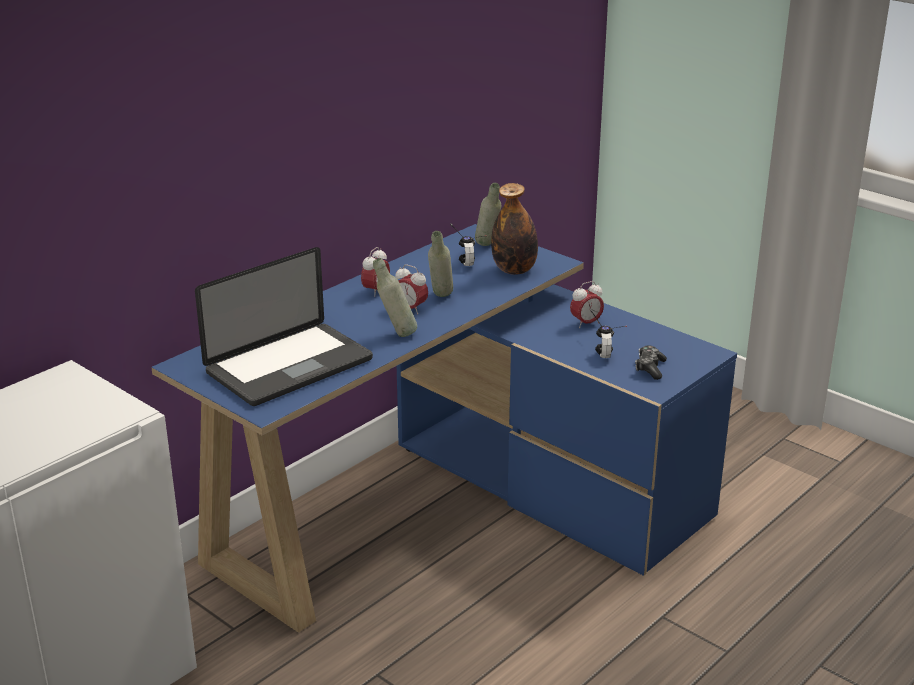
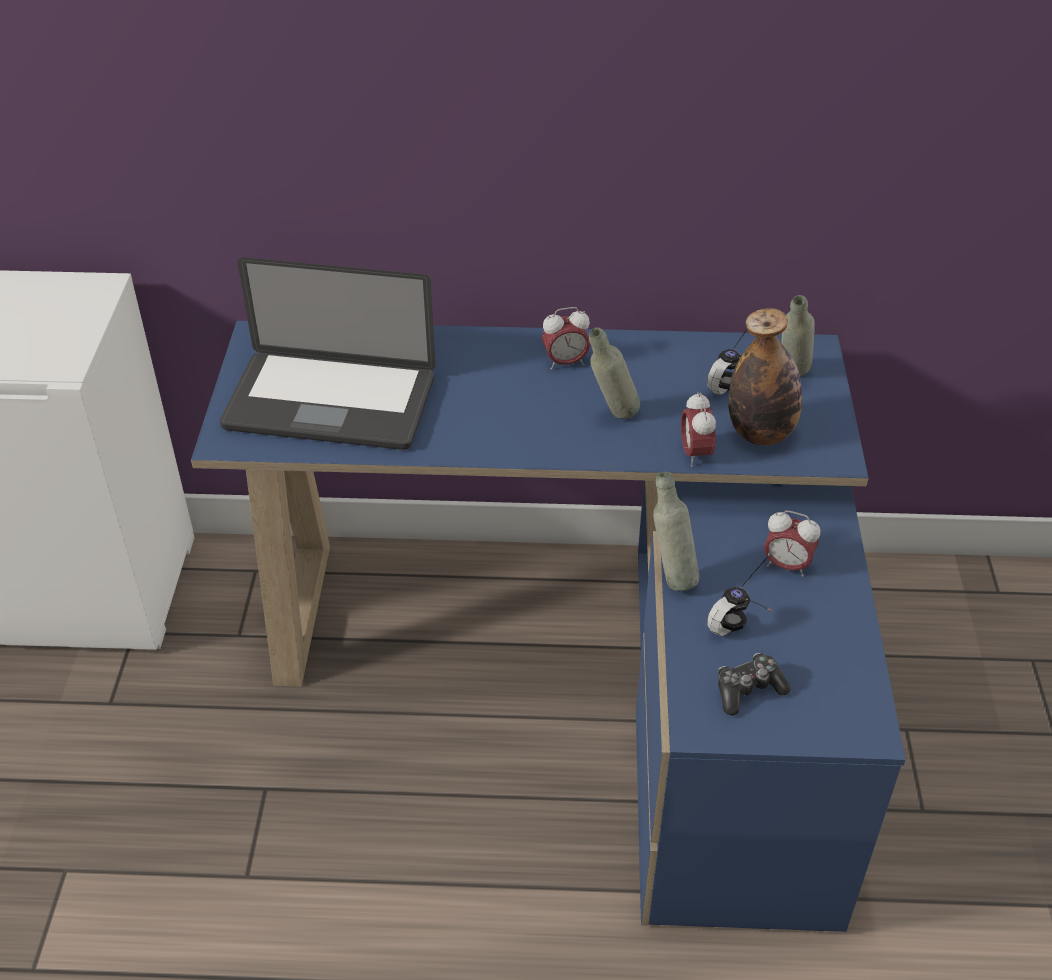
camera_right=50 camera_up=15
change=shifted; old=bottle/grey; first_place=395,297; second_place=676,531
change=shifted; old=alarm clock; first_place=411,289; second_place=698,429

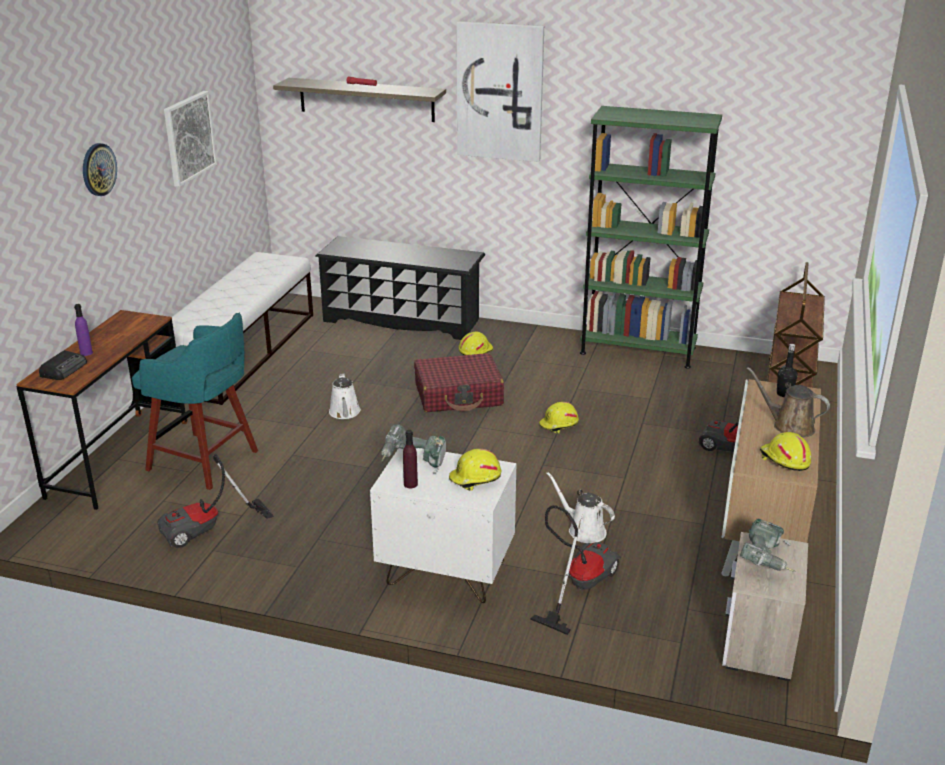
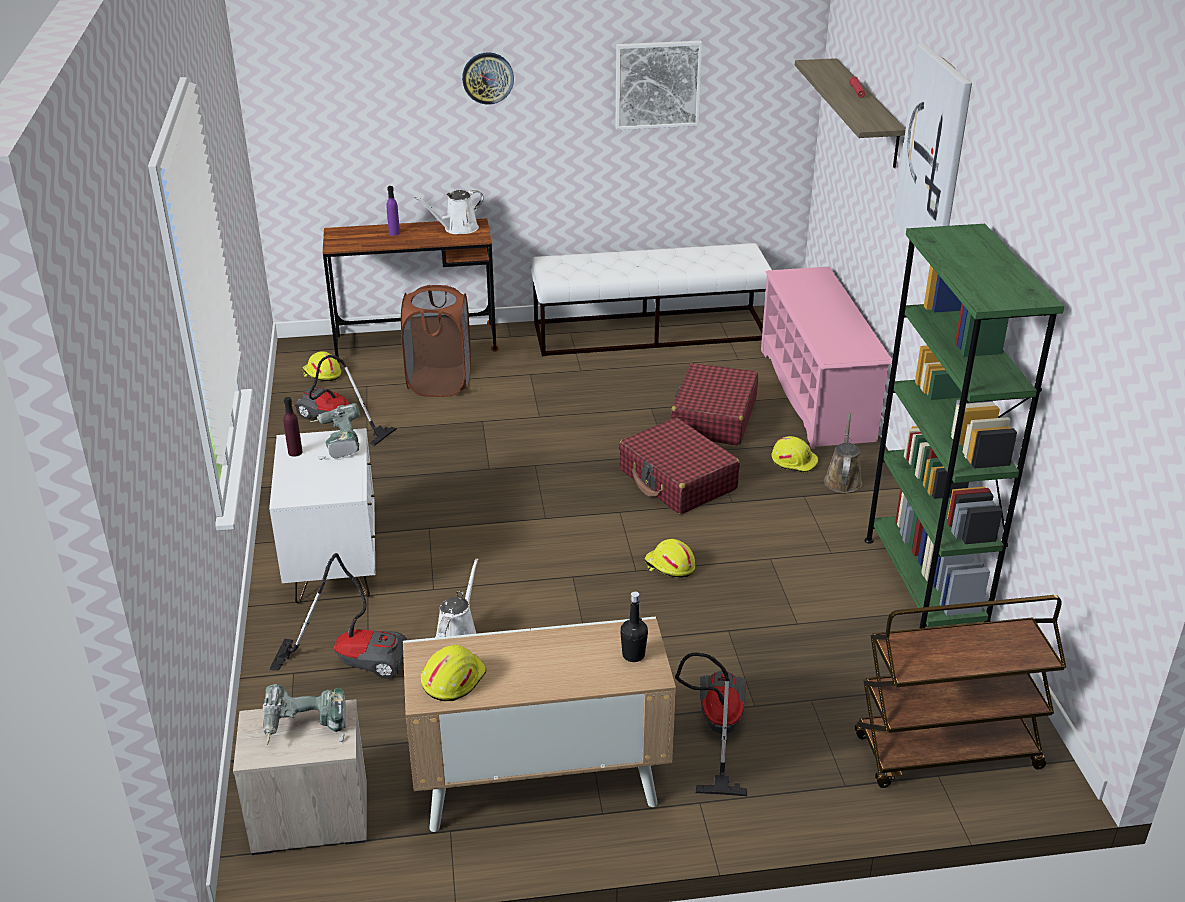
camera_right=65 camera_up=5
change=gone; old=radio; first_place=63,365
change=swapped; old=stool/turquoise; new=laundry basket/brown; first_place=195,401; second_place=436,341
change=repainted; old=shoe rack/black; new=shoe rack/pink; first_place=400,288; second_place=826,358
change=shifted; old=watering can/white; first_place=345,396; second_place=449,212
change=shifted; old=hard hat/yellow; first_place=475,470; second_place=321,366
change=shifted; old=watering can/brown; first_place=788,402; second_place=843,453
change=new; new=suitcase/red; second_place=714,404

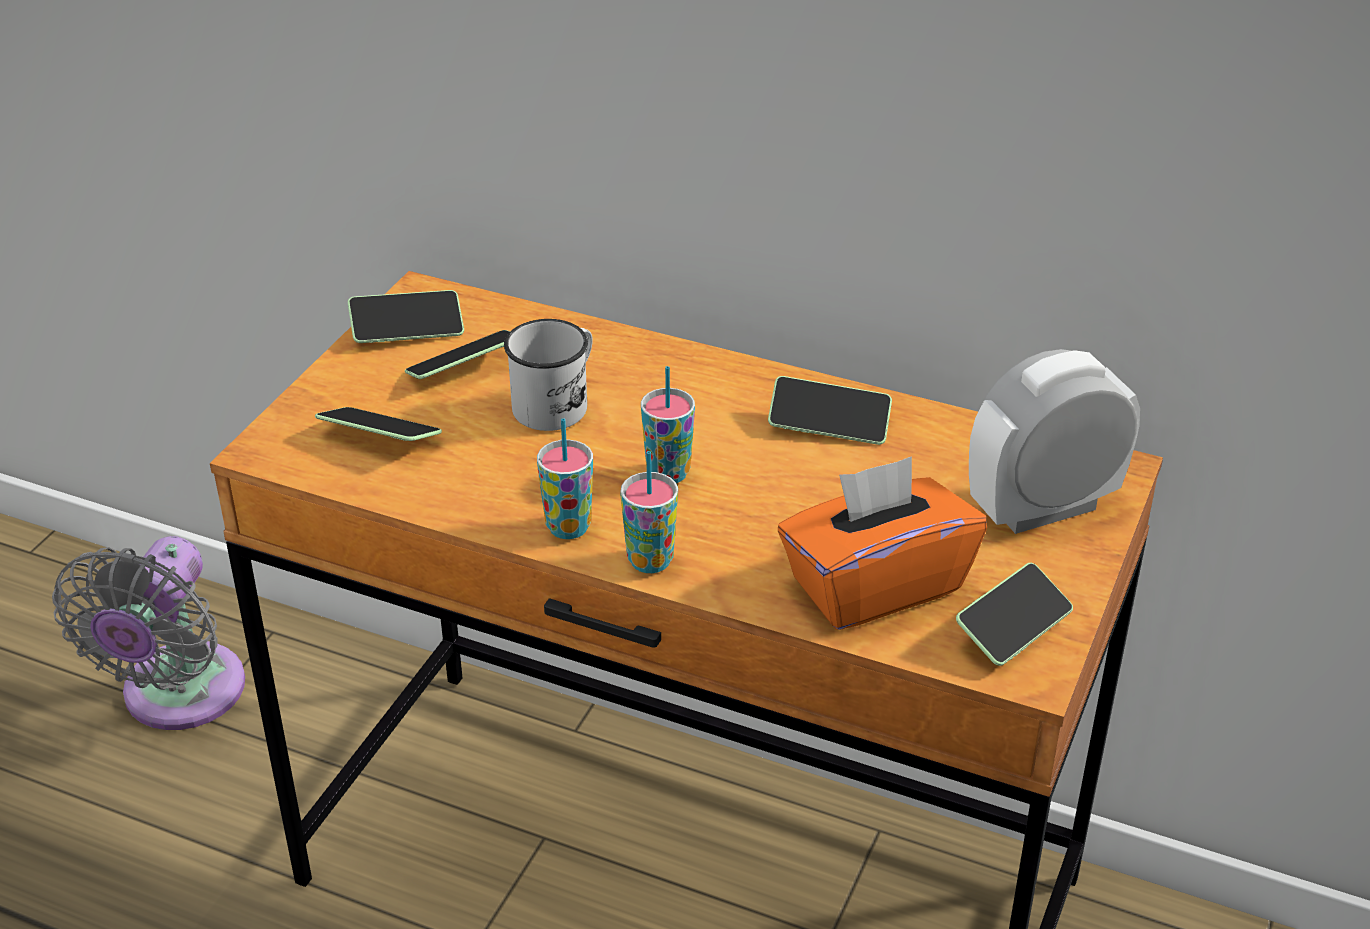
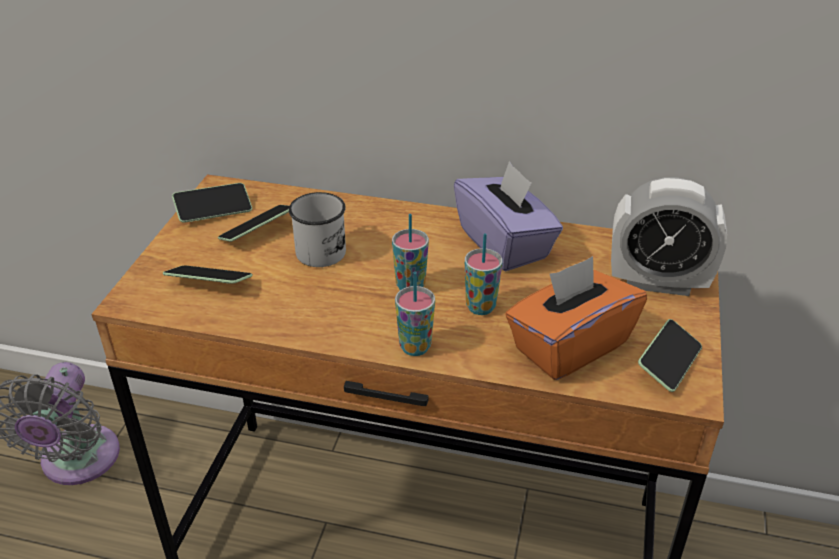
camera_right=-10 camera_up=0
change=shifted; old=cup; first_place=565,479; second_place=484,274
change=swapped; old=phone; new=tissue box/purple; first_place=830,410; second_place=508,216
change=rotated; old=alarm clock; first_place=1054,441; second_place=669,236; degrees=-135

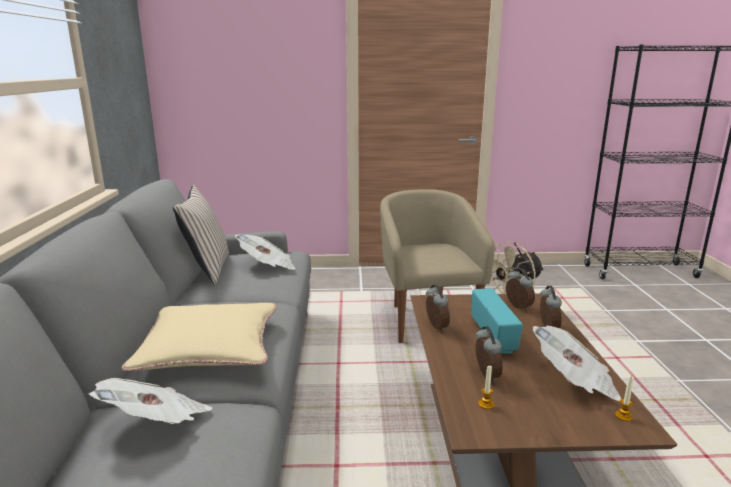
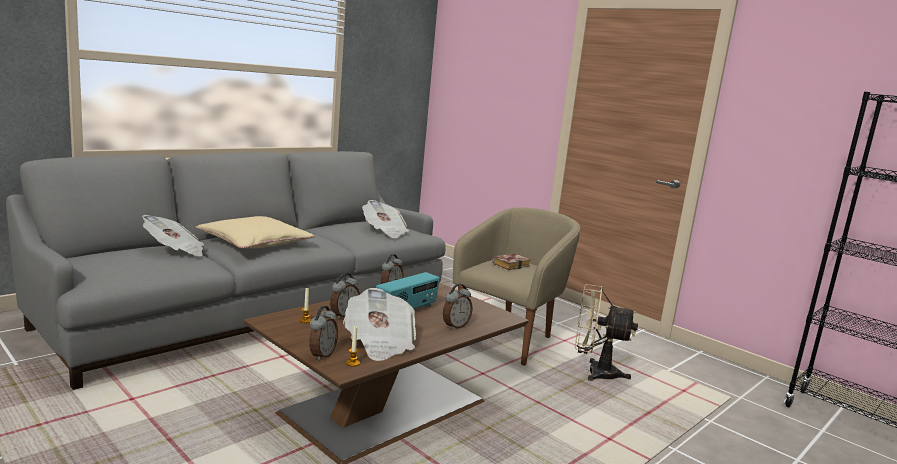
camera_right=45 camera_up=-5
change=gone; old=pillow/beige; first_place=201,235
change=shifted; old=alarm clock; first_place=520,289; second_place=323,333
change=new; new=book; second_place=511,261

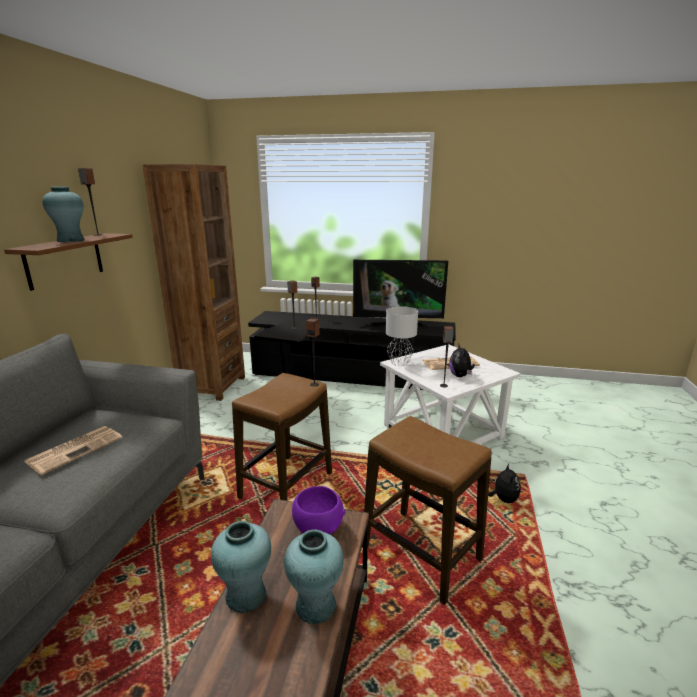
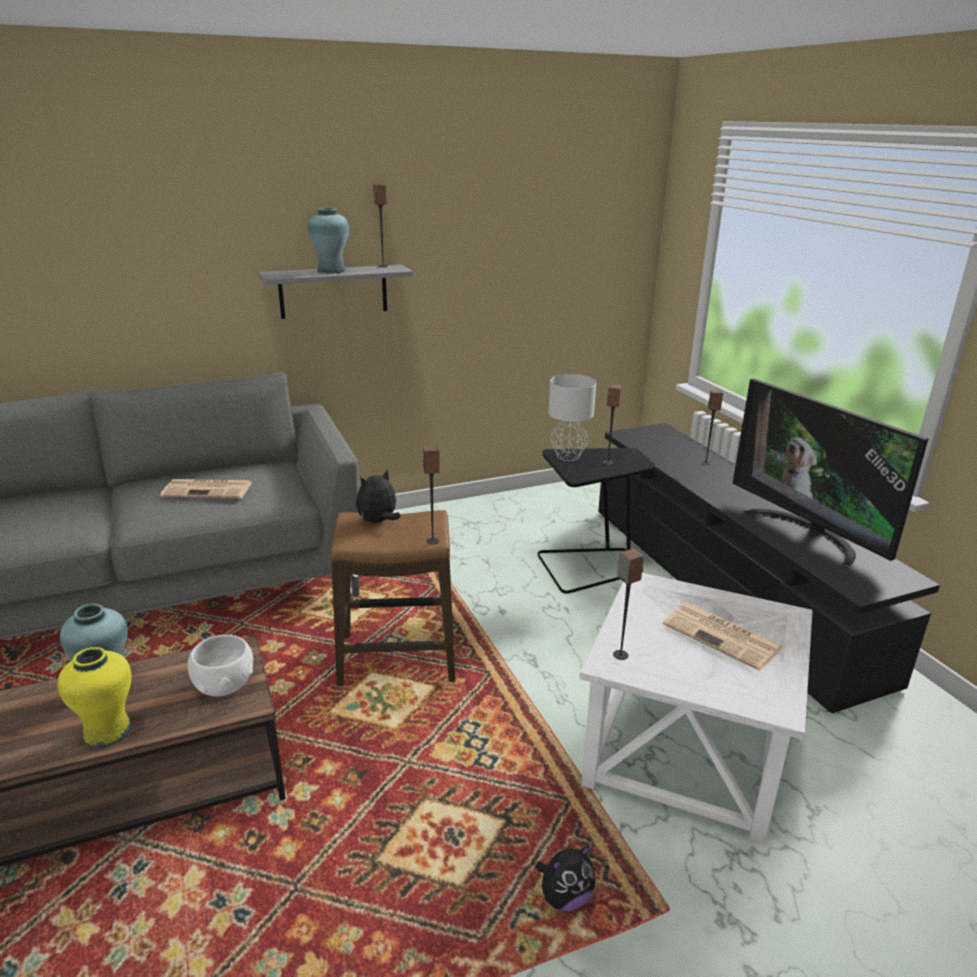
camera_right=55 camera_up=5
change=repainted; old=shelf/brown; new=shelf/grey; first_place=68,262; second_place=335,291
change=gone; old=bookcase/brown; first_place=193,282
change=repainted; old=vase/turquoise; new=vase/yellow; first_place=314,576; second_place=94,697
change=repainted; old=bowl/purple; new=bowl/white; first_place=318,510; second_place=220,666
change=gone; old=stool; first_place=427,510
change=shifted; old=table lamp/grey; first_place=402,336; second_place=572,417
change=shifted; old=plush toy; first_place=462,360; second_place=378,496

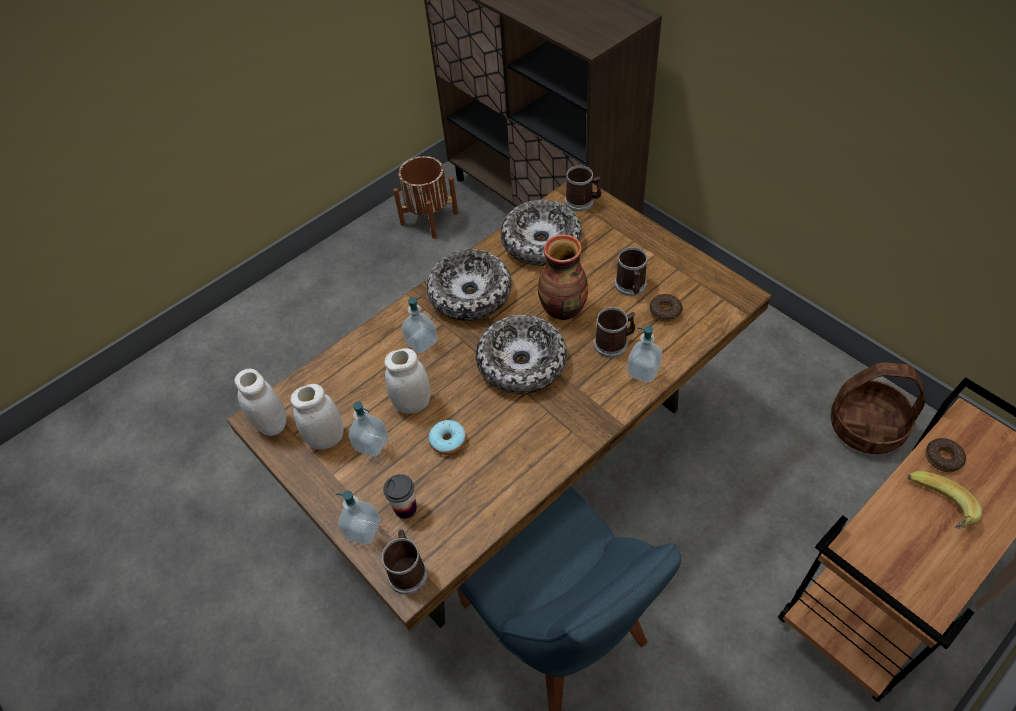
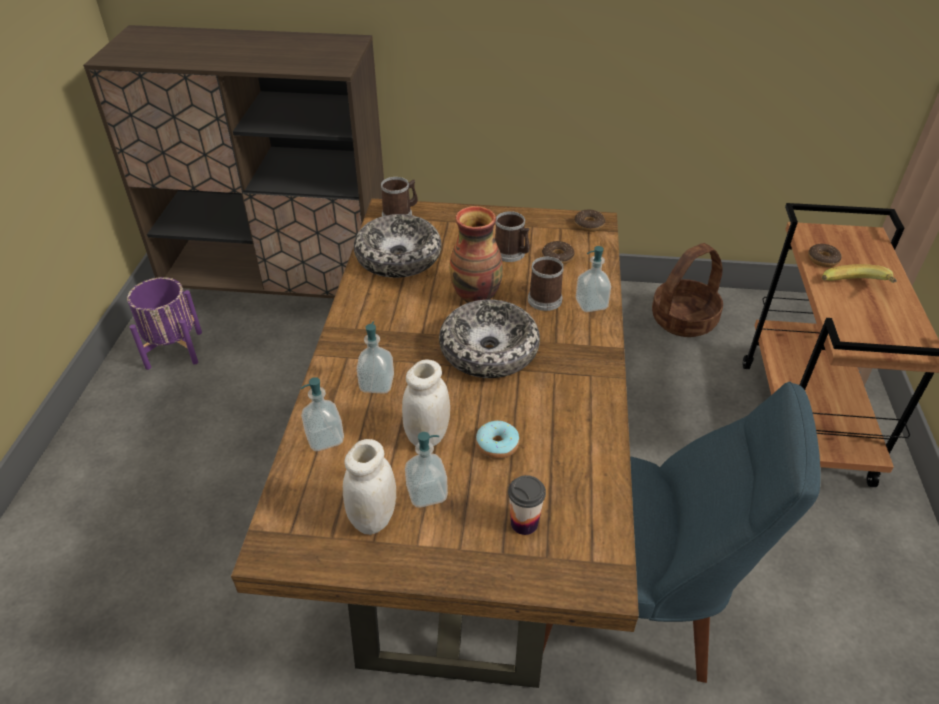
camera_right=-45 camera_up=-10
change=gone; old=jar/white; first_place=260,402
change=shifted; old=soap dispenser; first_place=358,518; second_place=322,414
change=gone; old=mug; first_place=404,562
change=repainted; old=planter/brown; new=planter/purple; first_place=425,197; second_place=164,323
change=gone; old=bowl; first_place=469,285
change=new; new=donut; second_place=589,221

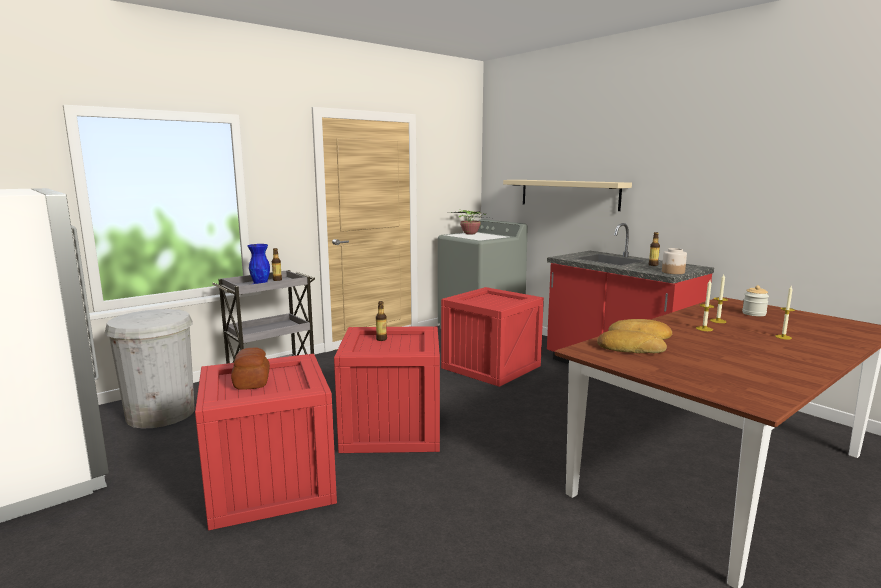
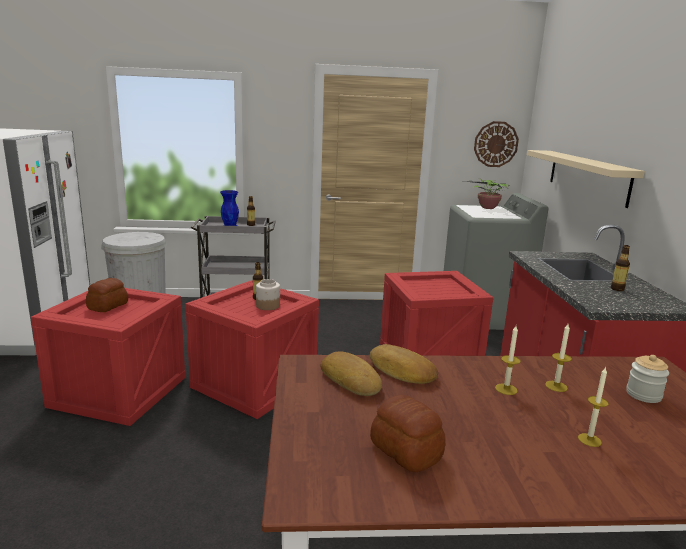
camera_right=35 camera_up=5
change=shifted; old=jar; first_place=674,261; second_place=268,294
change=new; new=bread; second_place=408,433
change=new; new=wall clock; second_place=496,144

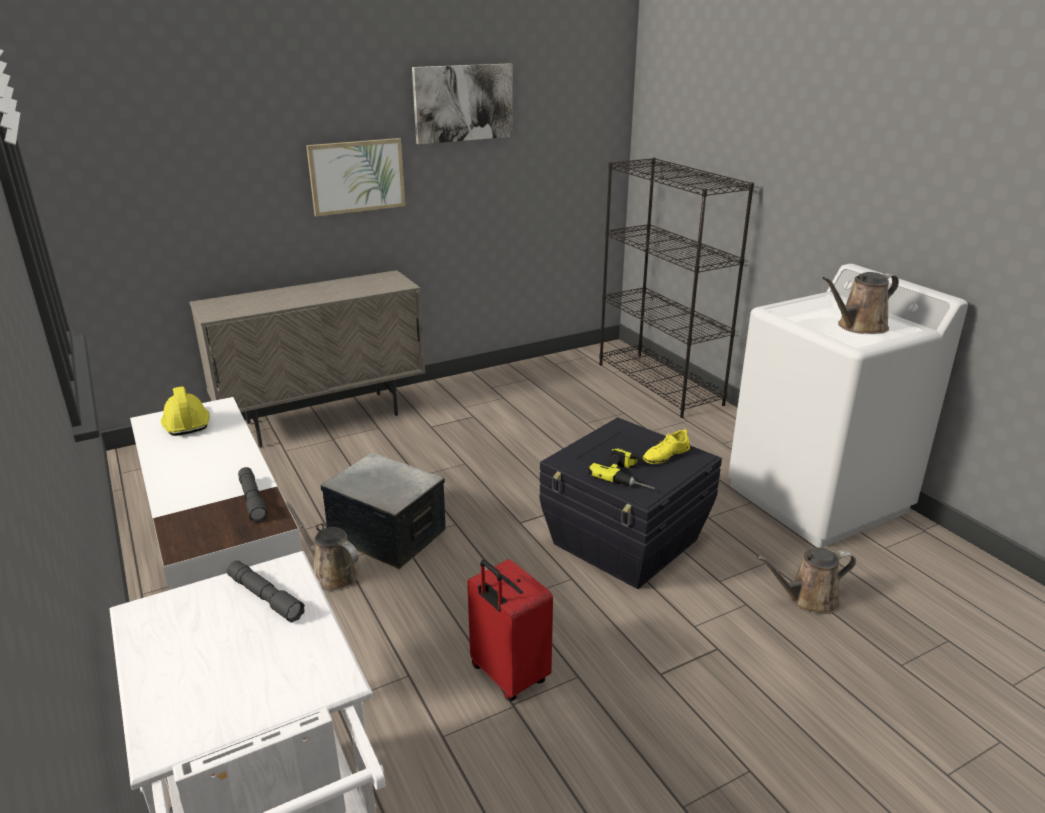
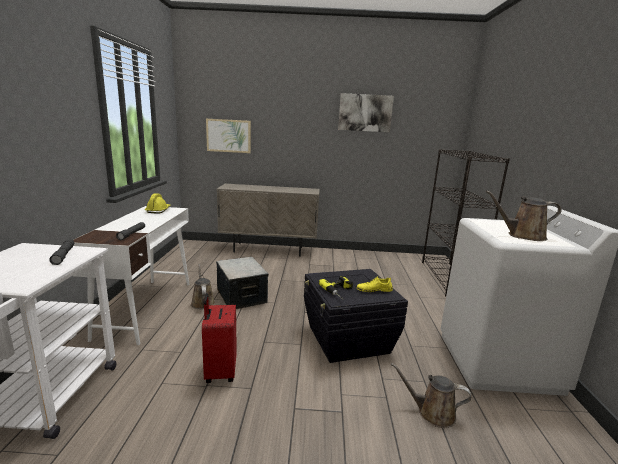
camera_right=30 camera_up=-10
change=shifted; old=picture; first_place=355,177; second_place=228,136

